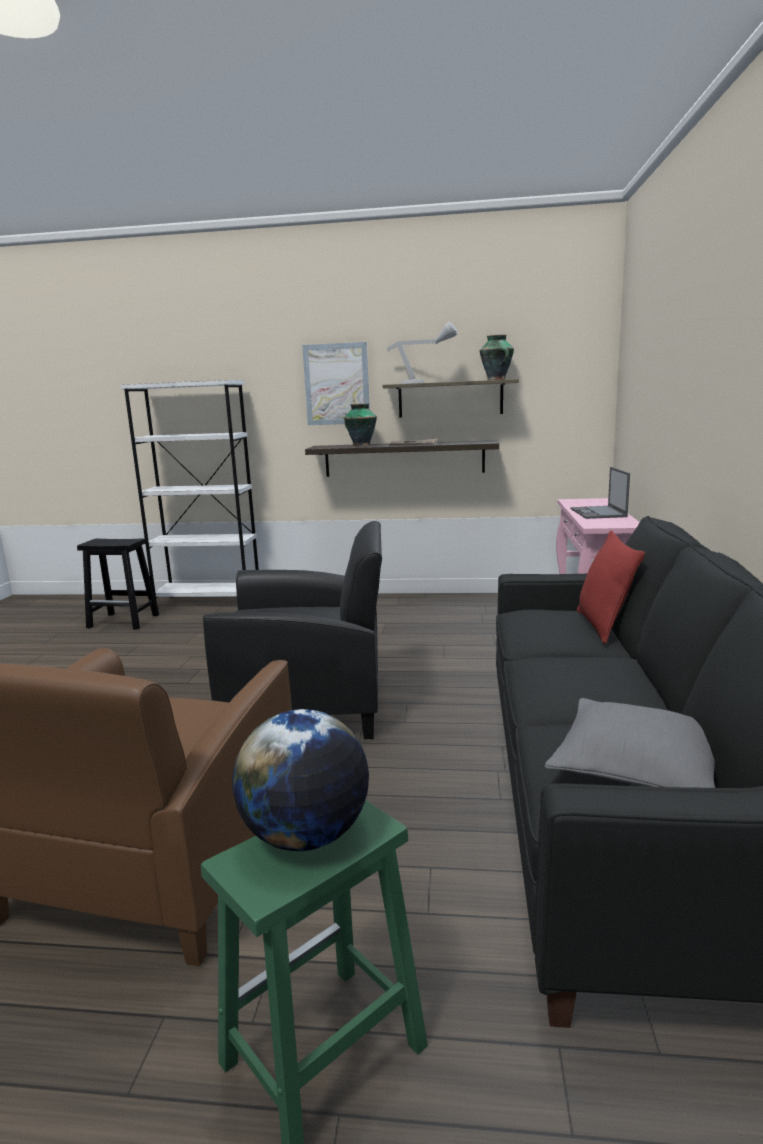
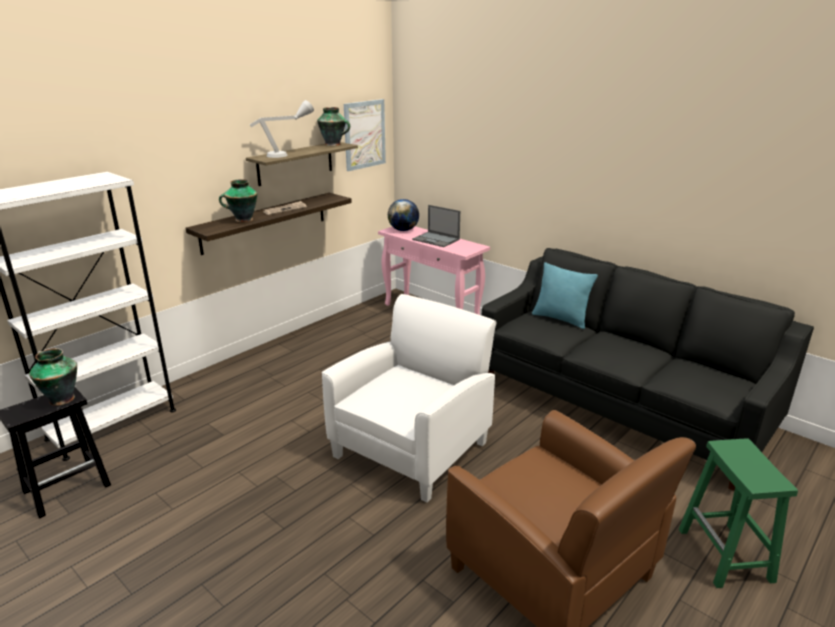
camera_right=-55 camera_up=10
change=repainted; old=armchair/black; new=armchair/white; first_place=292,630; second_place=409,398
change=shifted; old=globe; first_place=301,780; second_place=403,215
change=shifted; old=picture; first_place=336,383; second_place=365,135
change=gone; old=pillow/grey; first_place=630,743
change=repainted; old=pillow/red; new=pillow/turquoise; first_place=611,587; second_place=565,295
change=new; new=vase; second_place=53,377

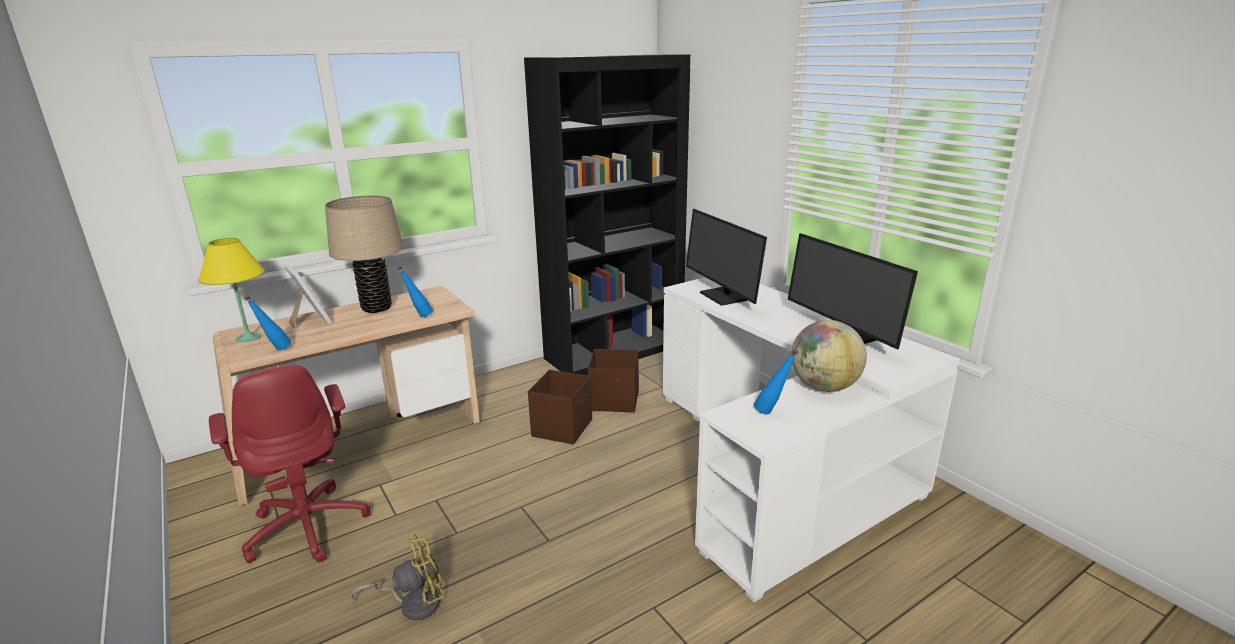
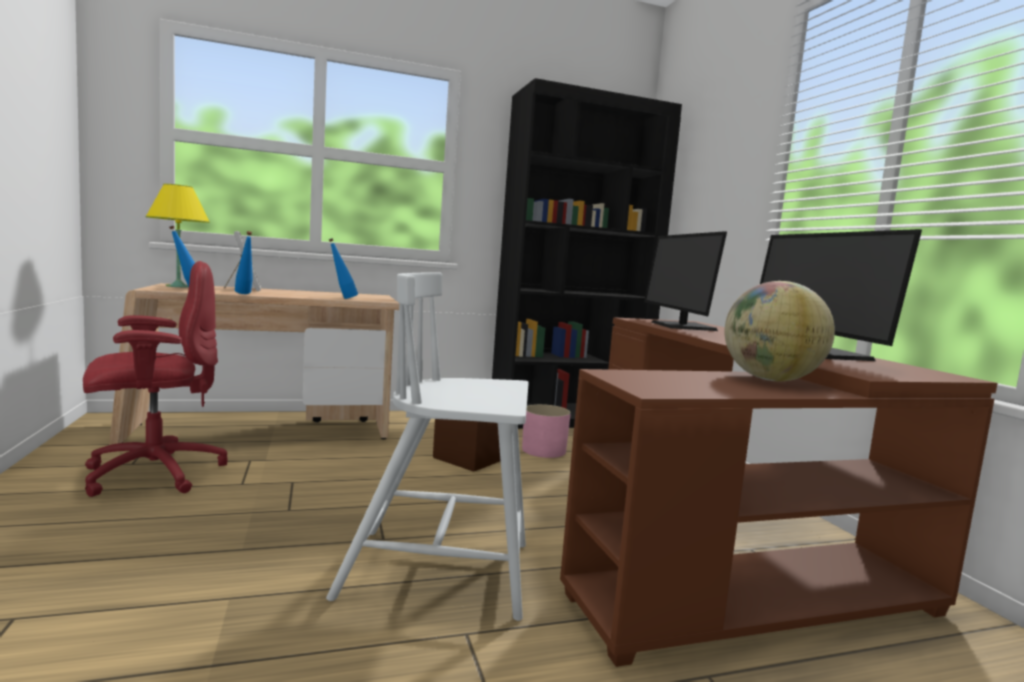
camera_right=15 camera_up=-15
change=rotated; old=office chair/red; first_place=289,464; second_place=155,379; degrees=-105
change=gone; old=table lamp/beige; first_place=364,254
change=gone; old=fan/yellow; first_place=397,576
change=swapped; old=storage box/brown; new=planter/pink; first_place=613,381; second_place=546,431
change=repainted; old=desk/white; new=desk/brown; first_place=811,439; second_place=779,492
change=shifted; old=bottle/blue; first_place=776,382; second_place=244,262
change=new; new=chair/white; second_place=427,446

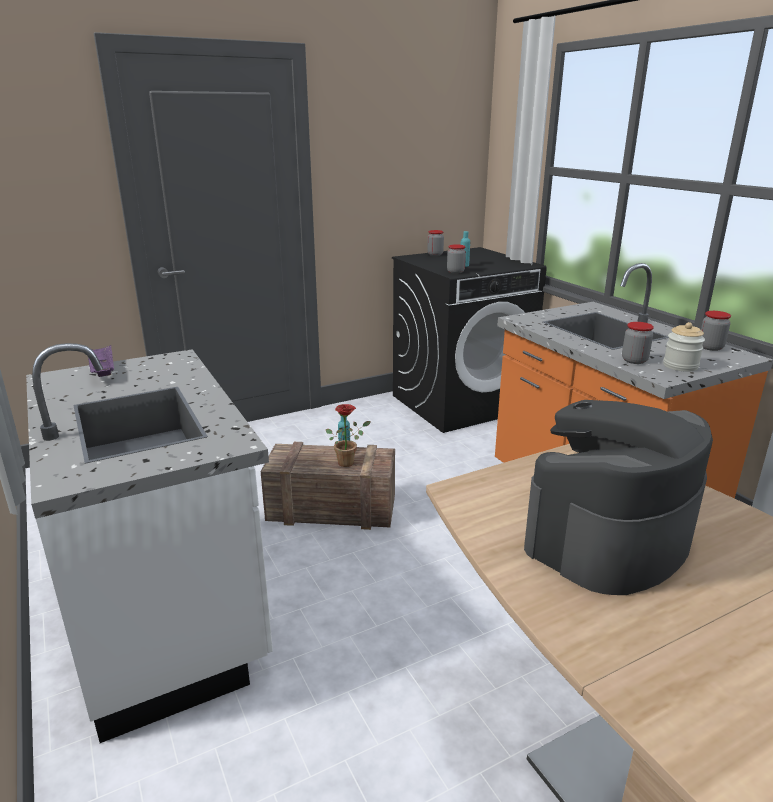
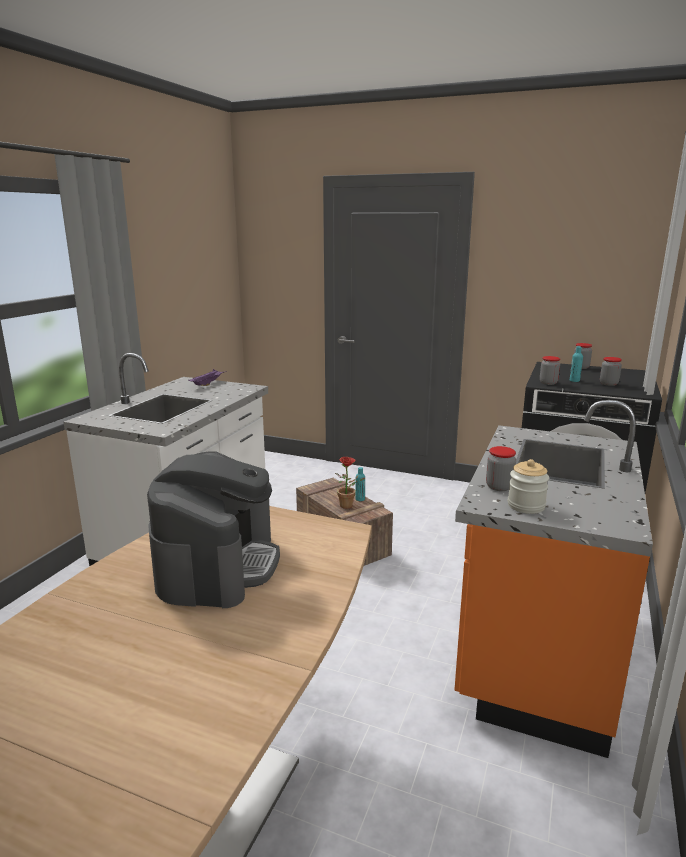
camera_right=50 camera_up=-5
change=rotated; old=coffee machine; first_place=618,497; second_place=213,529; degrees=90
change=shifted; old=jar; first_place=716,331; second_place=611,371

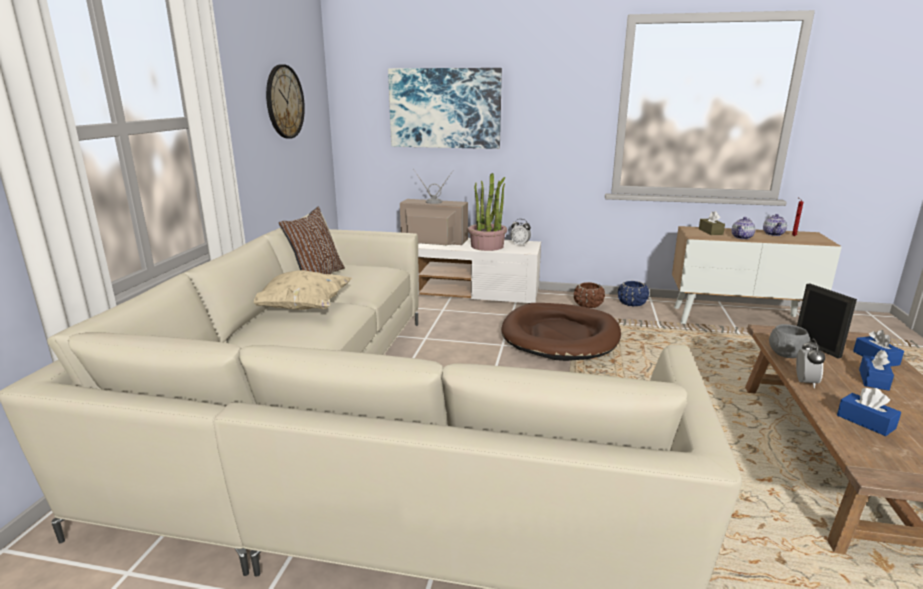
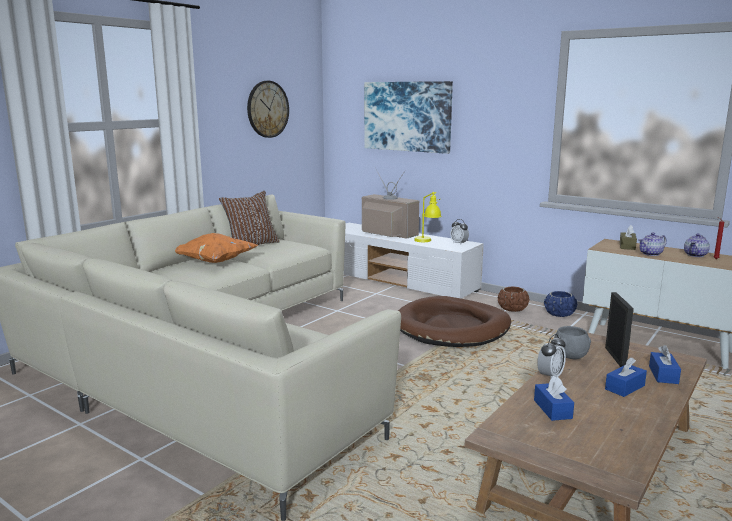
camera_right=25 camera_up=-5
change=repainted; old=pillow/beige; new=pillow/orange; first_place=303,290; second_place=216,248
change=swapped; old=potted plant; new=table lamp/yellow; first_place=487,212; second_place=427,217

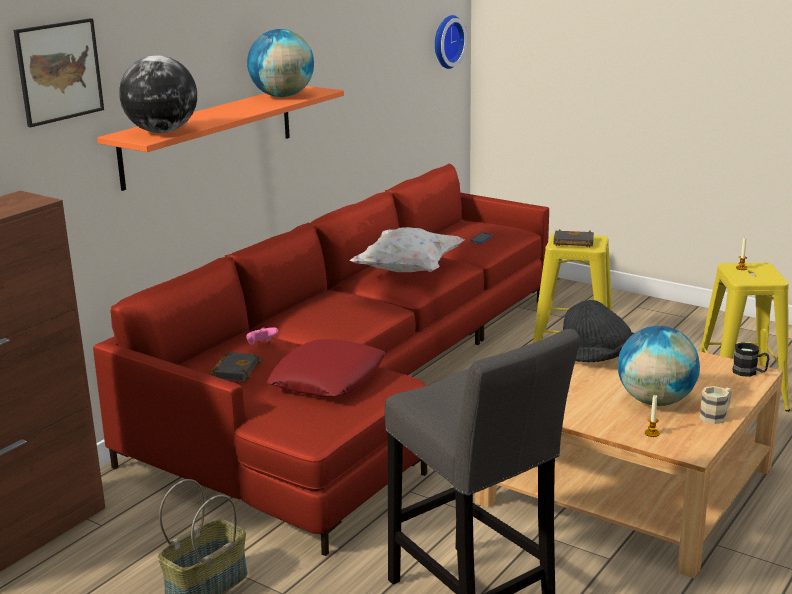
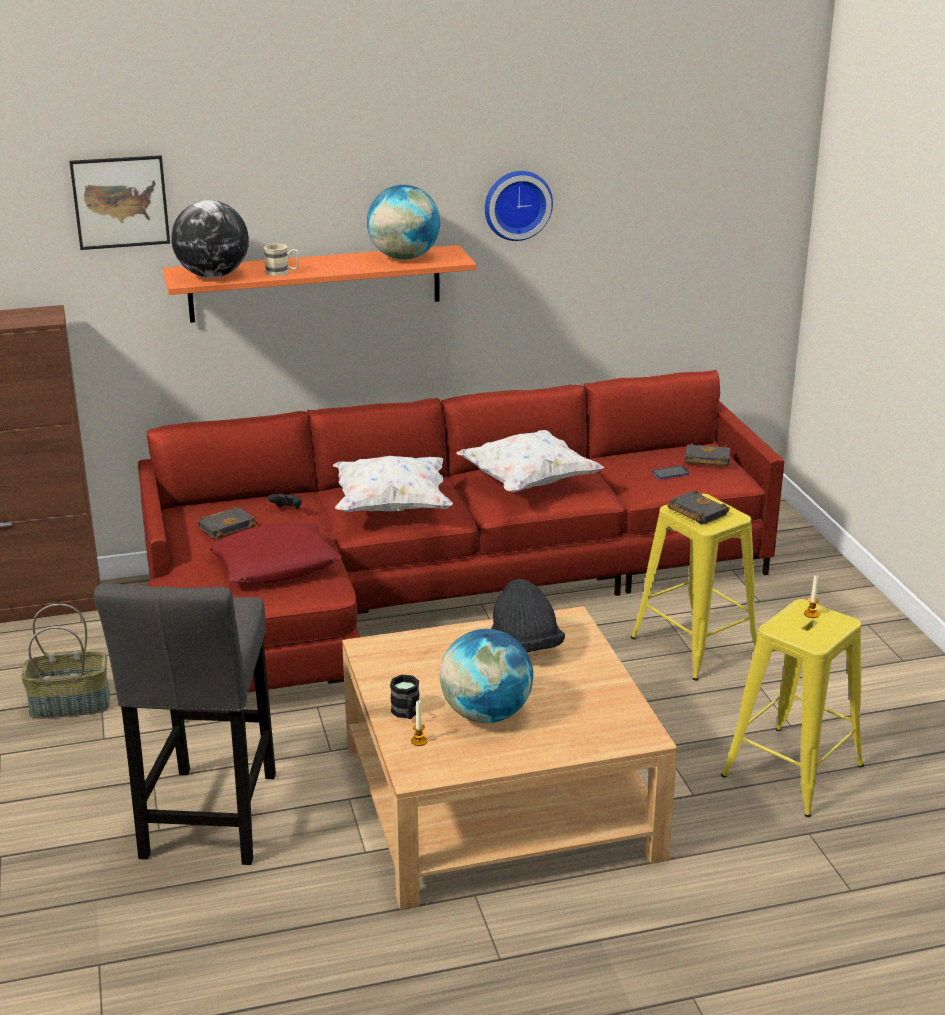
camera_right=40 camera_up=5
change=repainted; old=game controller/pink; new=game controller/black; first_place=262,336; second_place=285,501
change=shifted; old=wall clock; first_place=451,42; second_place=519,206
change=shifted; old=mug/beige; first_place=716,405; second_place=281,260
change=shifted; old=mug/black; first_place=751,359; second_place=404,697
change=new; new=pillow/white; second_place=393,484
change=new; new=book/black; second_place=707,455

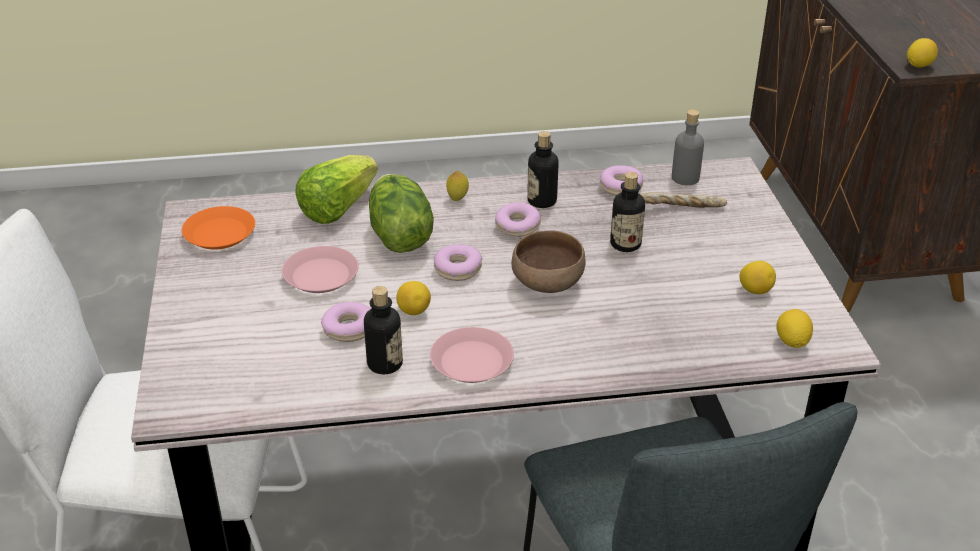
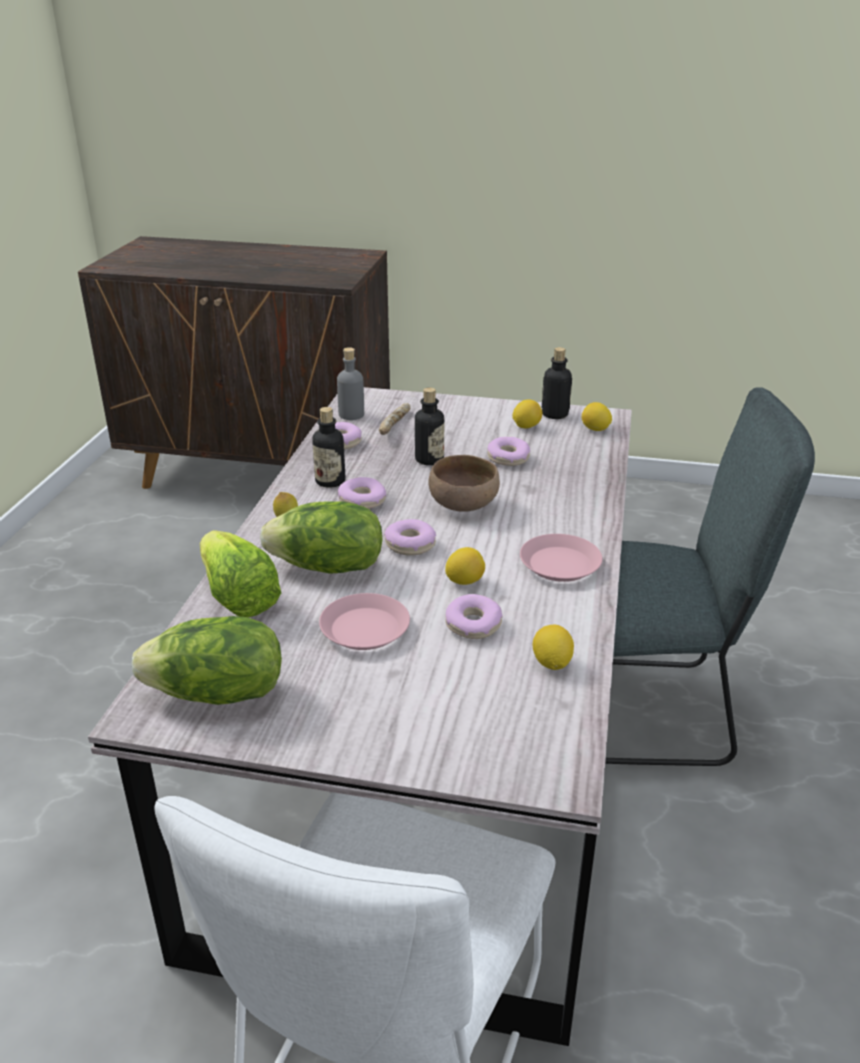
camera_right=-70 camera_up=-5
change=swapped; old=plate/orange; new=lettuce; first_place=218,228; second_place=207,660
change=shifted; old=bottle; first_place=383,330; second_place=557,383
change=shifted; old=lemon; first_place=922,53; second_place=553,647
change=new; new=donut; second_place=509,451

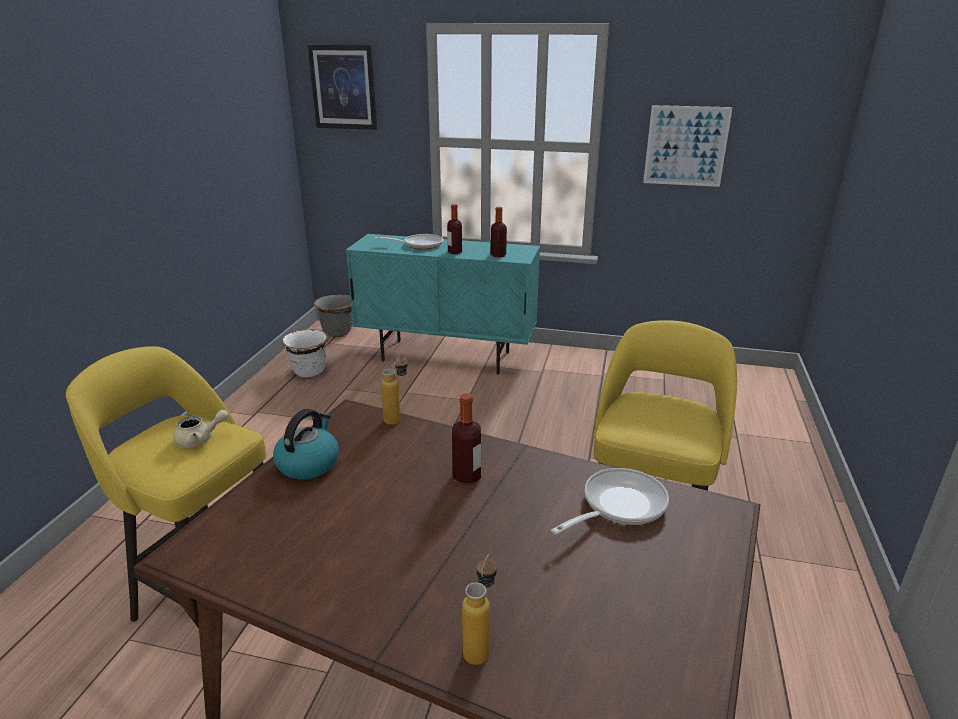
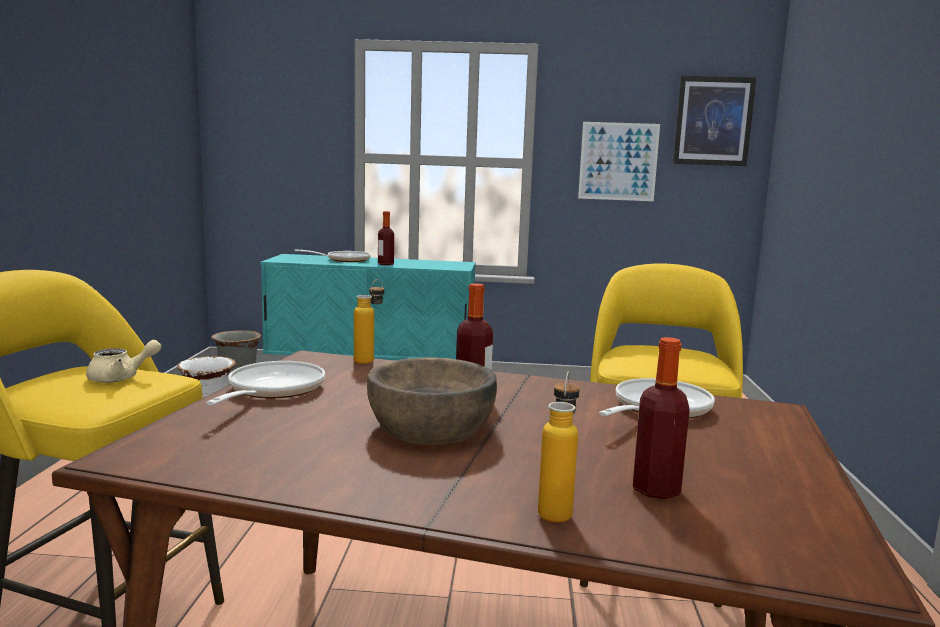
camera_right=-10 camera_up=-15
change=swapped; old=kettle; new=frying pan; first_place=306,444; second_place=265,383
change=shifted; old=picture; first_place=342,87; second_place=714,121
change=shifted; old=bottle; first_place=499,232; second_place=661,418
change=new; new=bowl/brown; second_place=432,401

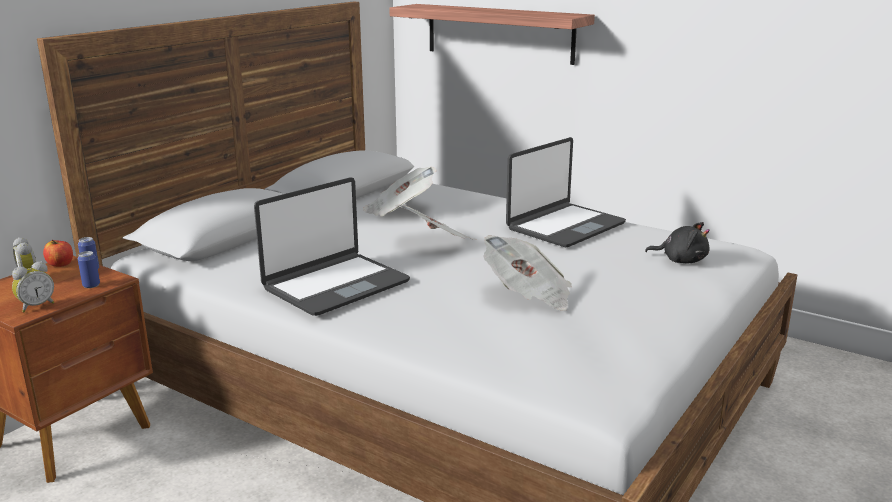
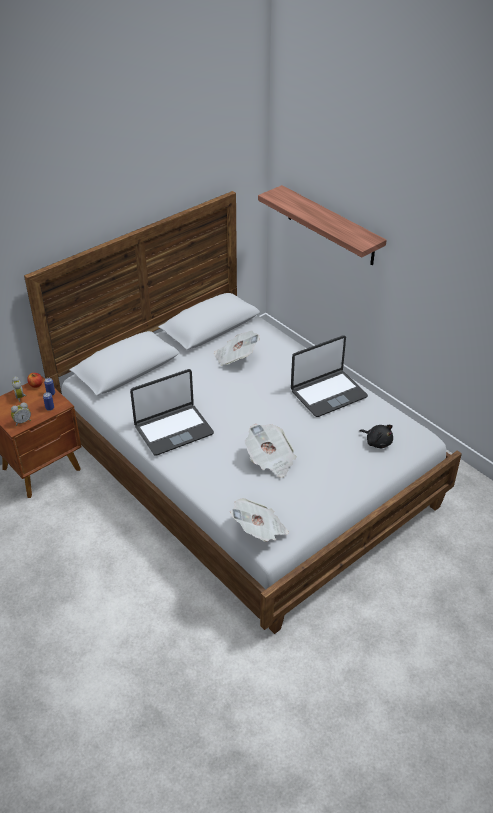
camera_right=15 camera_up=20
change=shifted; old=newspaper; first_place=436,222; second_place=259,520

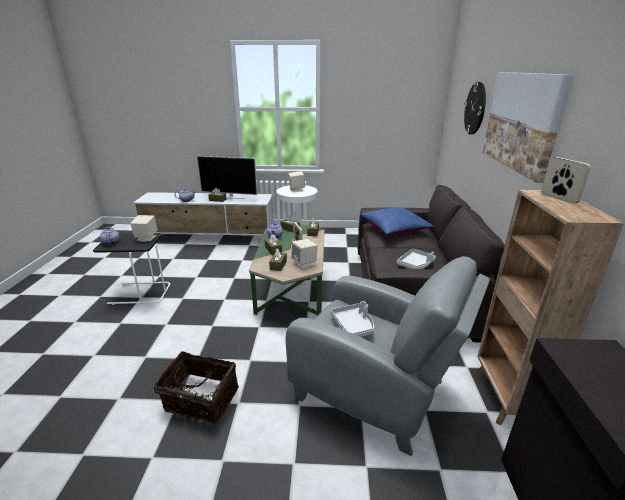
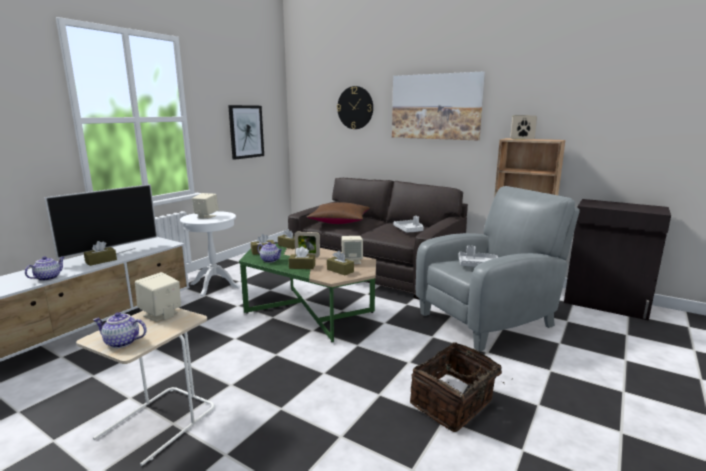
camera_right=-60 camera_up=-10
change=repainted; old=side table/black; new=side table/beige; first_place=131,269; second_place=145,387
change=repainted; old=pillow/blue; new=pillow/brown; first_place=397,221; second_place=338,213
change=new; new=picture; second_place=246,132

